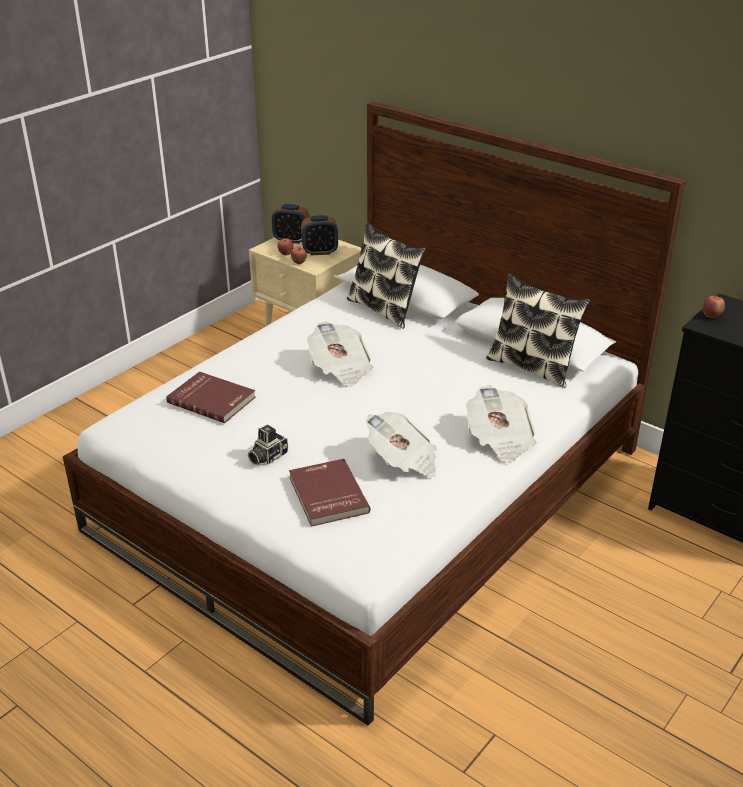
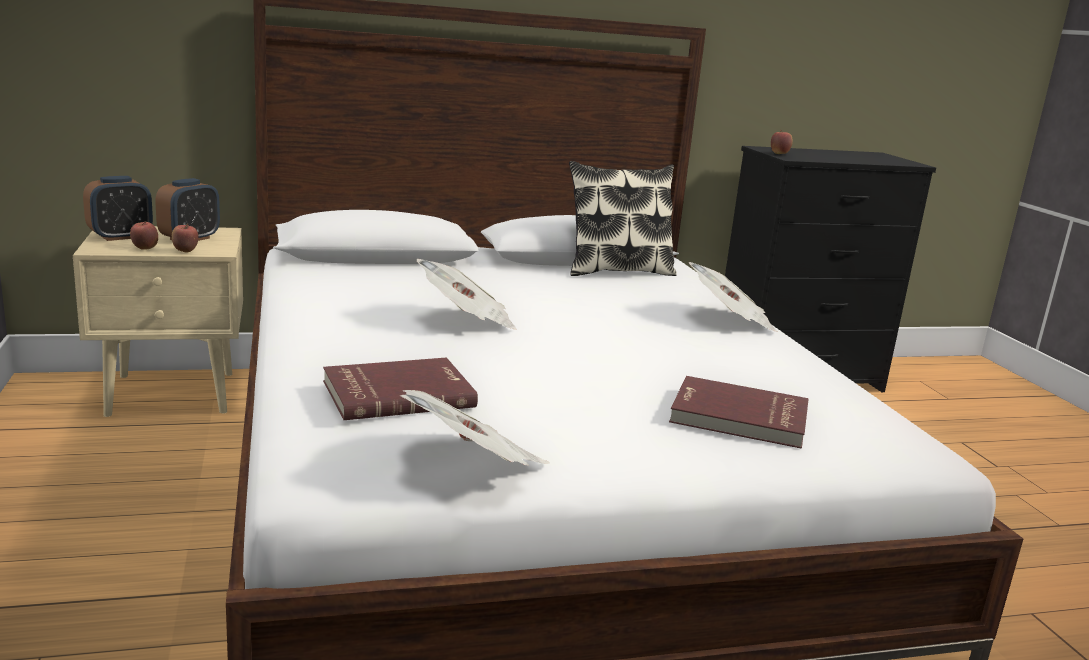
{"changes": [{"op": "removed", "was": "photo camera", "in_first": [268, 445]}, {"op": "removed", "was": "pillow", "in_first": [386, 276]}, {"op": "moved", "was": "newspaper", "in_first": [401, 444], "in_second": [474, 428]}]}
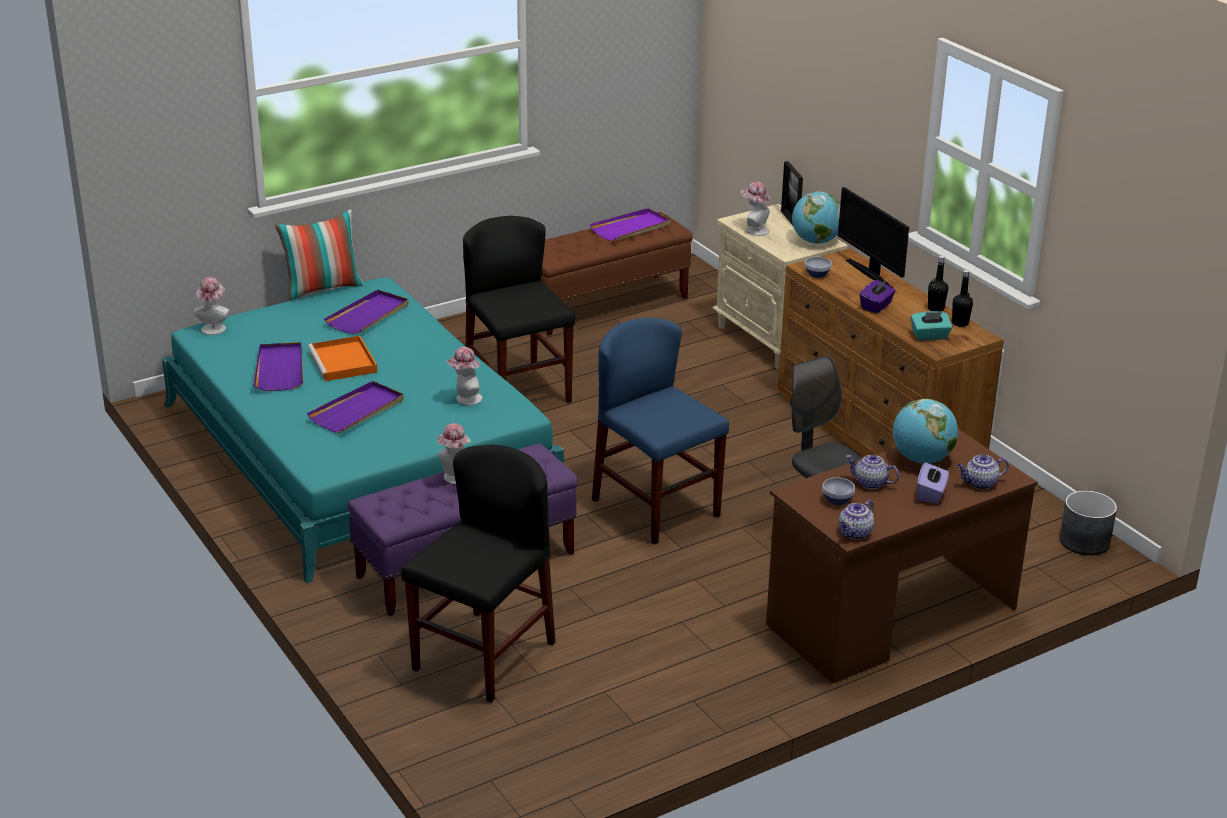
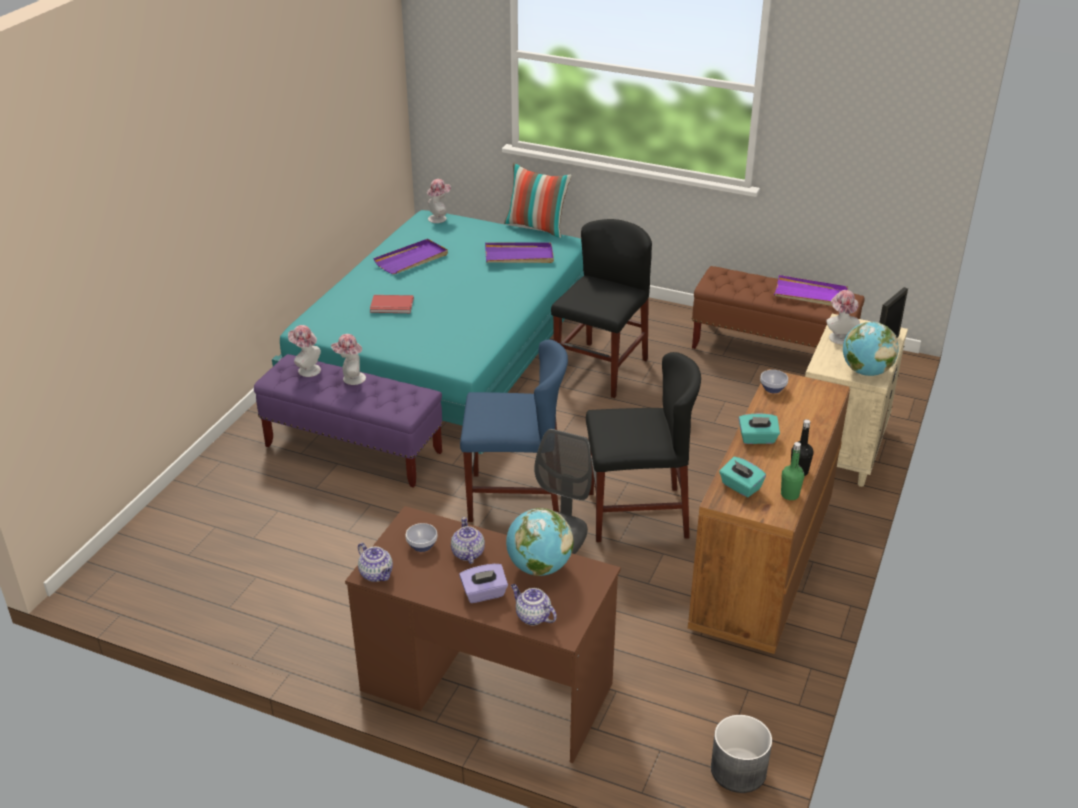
{"changes": [{"op": "replaced", "was": "purple tray", "now": "red book", "in_first": [355, 407], "in_second": [392, 304]}, {"op": "removed", "was": "orange tray", "in_first": [342, 358]}, {"op": "moved", "was": "black chair", "in_first": [478, 574], "in_second": [643, 447]}, {"op": "moved", "was": "hat", "in_first": [464, 376], "in_second": [304, 351]}, {"op": "turned", "was": "blue chair", "in_first": [660, 431], "in_second": [514, 431], "clockwise": 75}, {"op": "removed", "was": "monitor", "in_first": [873, 237]}, {"op": "turned", "was": "teapot", "in_first": [856, 519], "in_second": [375, 562], "clockwise": -135}, {"op": "recoloured", "was": "purple tissue box", "now": "turquoise tissue box", "in_first": [878, 296], "in_second": [759, 428]}, {"op": "recoloured", "was": "black bottle", "now": "green bottle", "in_first": [962, 298], "in_second": [792, 471]}]}
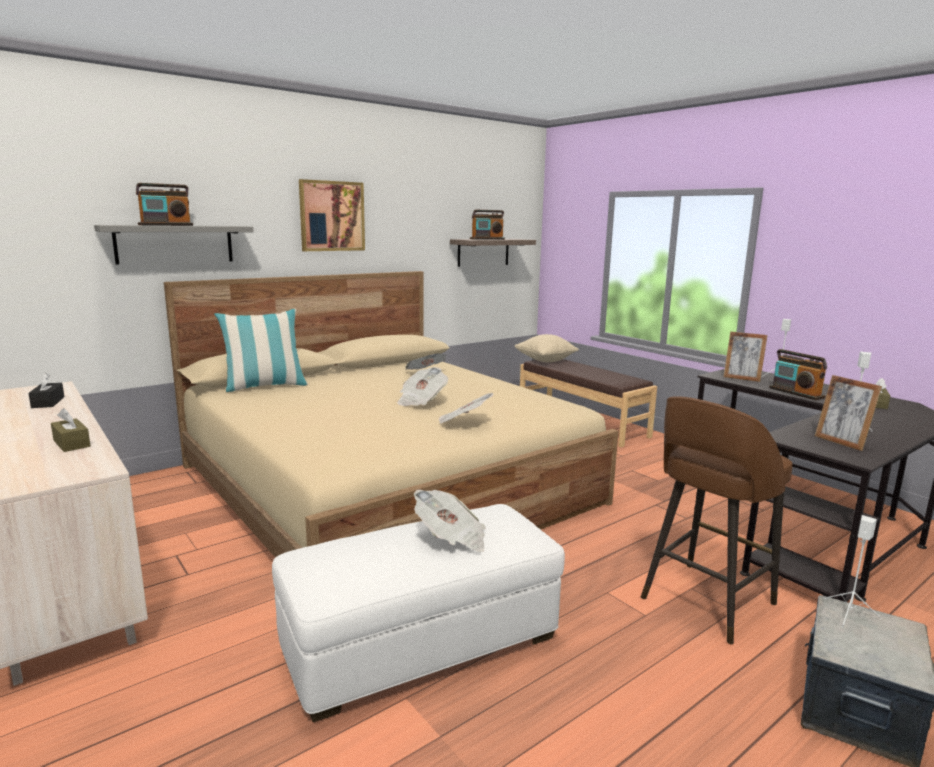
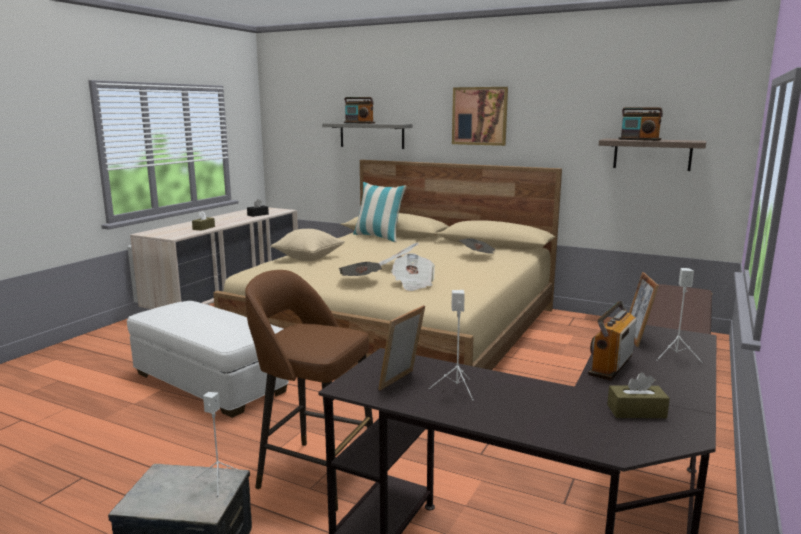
{"changes": [{"op": "moved", "was": "newspaper", "in_first": [450, 521], "in_second": [413, 272]}, {"op": "moved", "was": "beige pillow", "in_first": [546, 348], "in_second": [308, 245]}]}
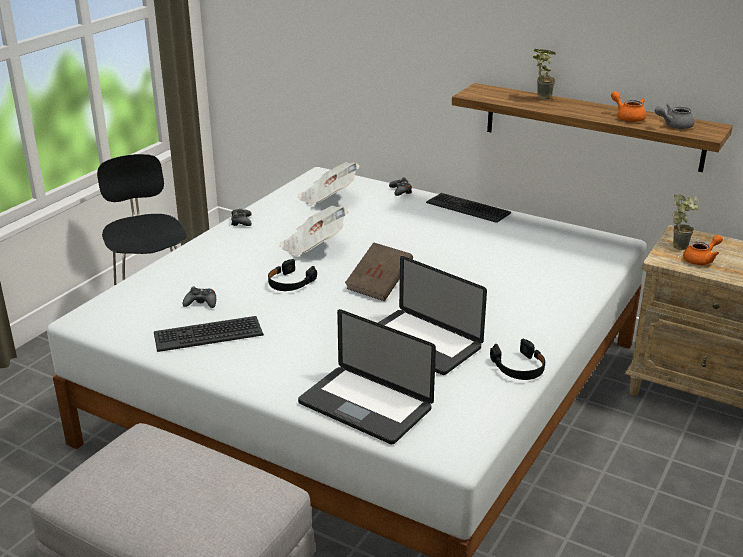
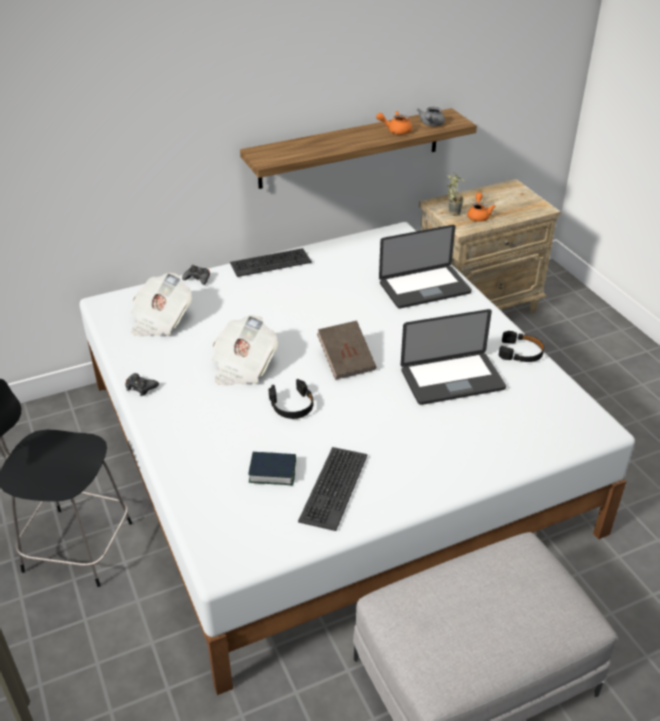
{"changes": [{"op": "replaced", "was": "black game controller", "now": "book", "in_first": [199, 297], "in_second": [272, 468]}, {"op": "moved", "was": "laptop", "in_first": [367, 376], "in_second": [425, 267]}, {"op": "removed", "was": "potted plant", "in_first": [544, 74]}]}
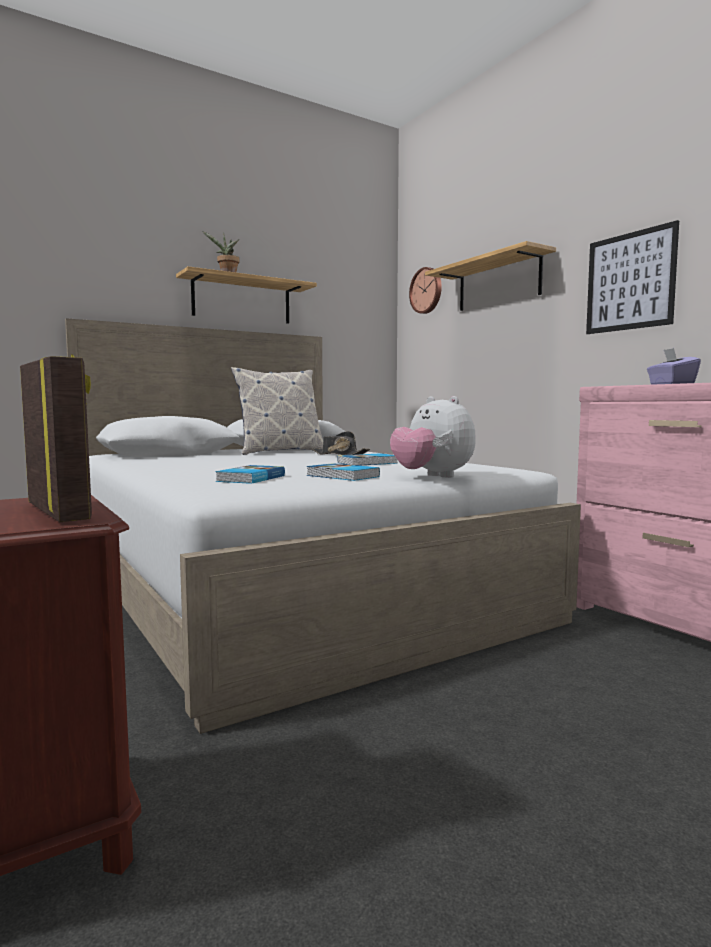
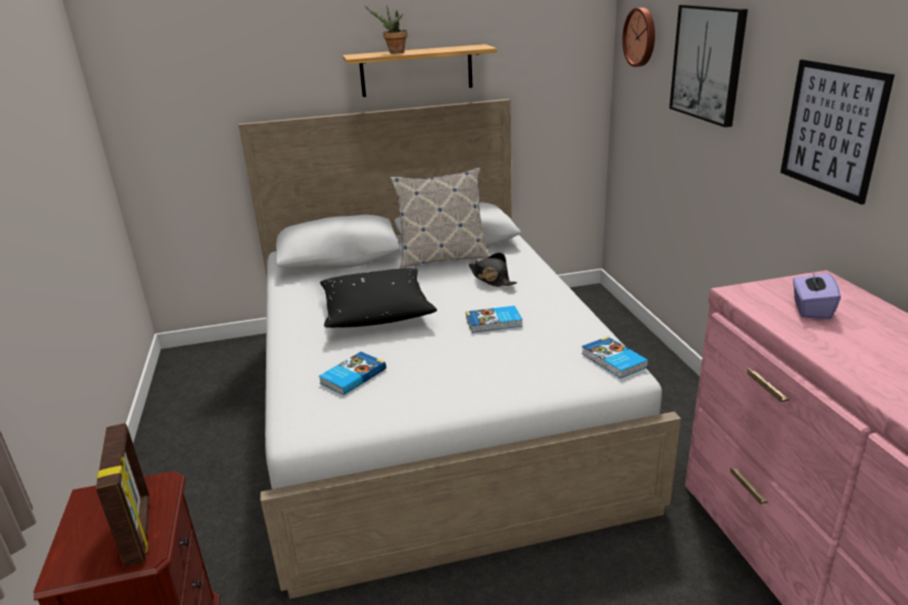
{"changes": [{"op": "moved", "was": "book", "in_first": [343, 472], "in_second": [614, 357]}, {"op": "removed", "was": "plush toy", "in_first": [433, 437]}, {"op": "replaced", "was": "shelf", "now": "picture", "in_first": [490, 276], "in_second": [708, 65]}, {"op": "added", "now": "black pillow", "in_second": [378, 298]}]}
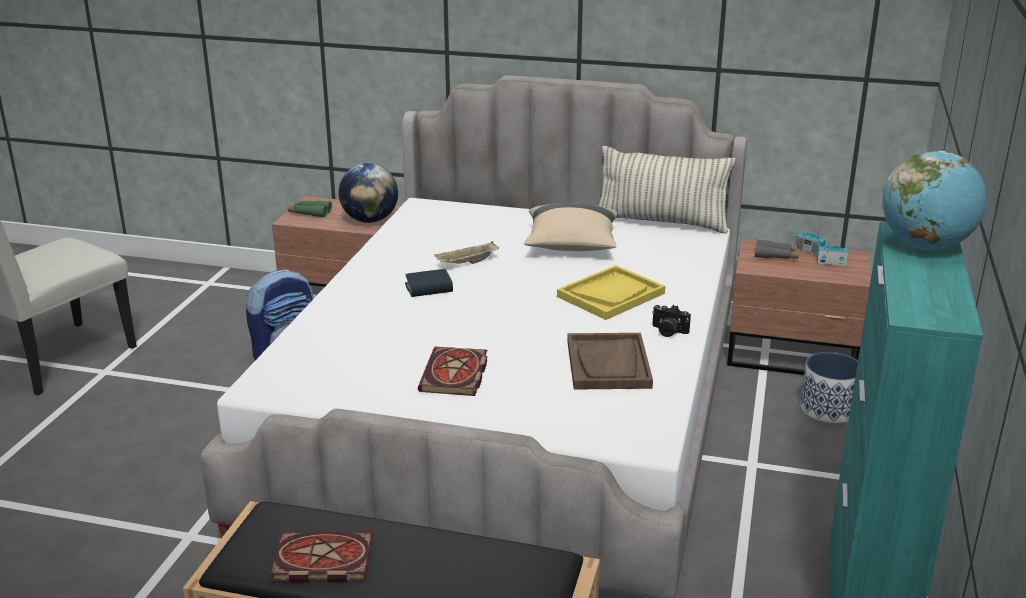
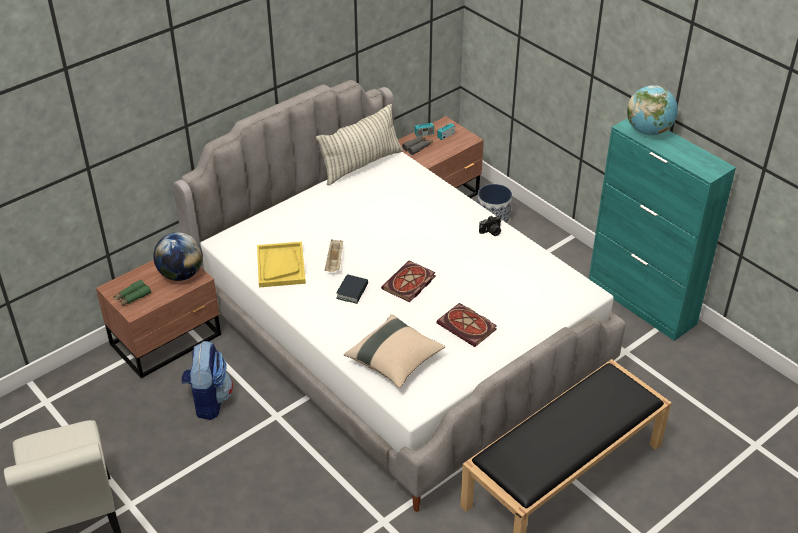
{"changes": [{"op": "moved", "was": "book", "in_first": [321, 557], "in_second": [408, 281]}, {"op": "moved", "was": "beige pillow", "in_first": [571, 227], "in_second": [394, 351]}, {"op": "moved", "was": "yellow tray", "in_first": [611, 292], "in_second": [281, 264]}, {"op": "removed", "was": "brown tray", "in_first": [610, 361]}]}
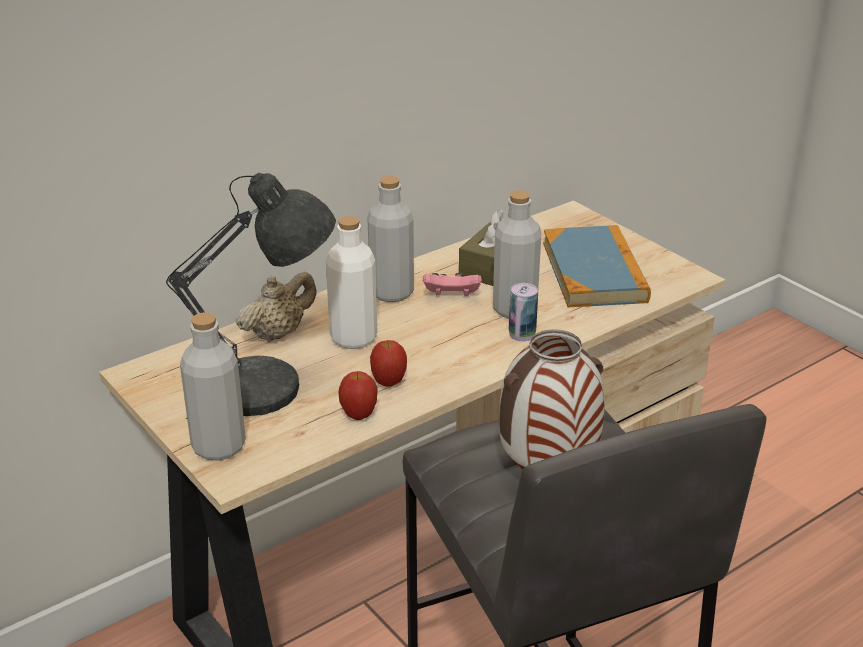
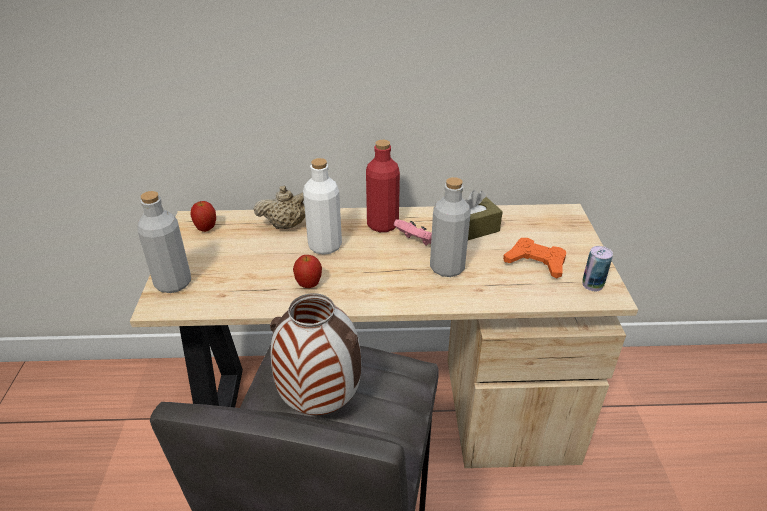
{"changes": [{"op": "removed", "was": "grey table lamp", "in_first": [251, 296]}, {"op": "moved", "was": "apple", "in_first": [358, 395], "in_second": [203, 216]}, {"op": "recoloured", "was": "grey bottle", "now": "red bottle", "in_first": [390, 239], "in_second": [383, 186]}, {"op": "moved", "was": "can", "in_first": [523, 312], "in_second": [597, 268]}, {"op": "replaced", "was": "book", "now": "orange game controller", "in_first": [597, 266], "in_second": [534, 258]}]}
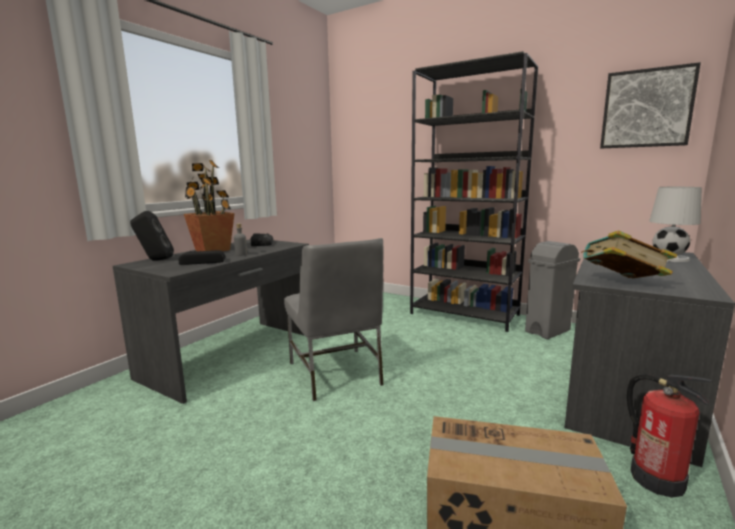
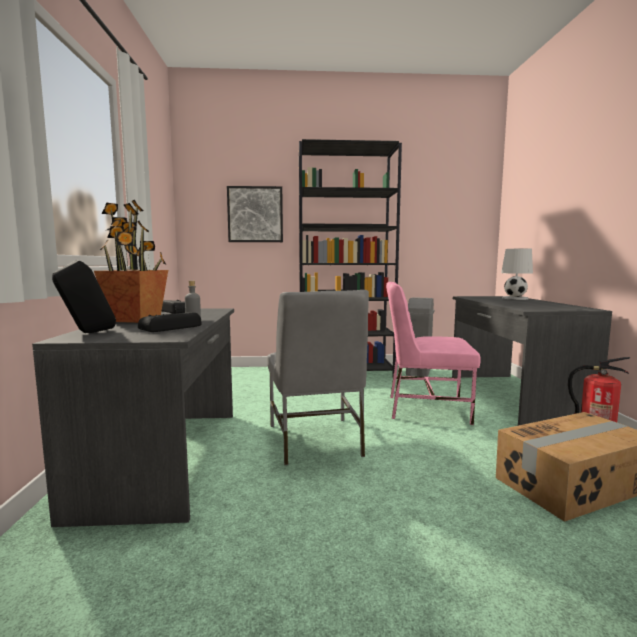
{"changes": [{"op": "turned", "was": "grey chair", "in_first": [334, 319], "in_second": [318, 377], "clockwise": 45}, {"op": "removed", "was": "book", "in_first": [629, 254]}, {"op": "moved", "was": "picture", "in_first": [650, 105], "in_second": [255, 214]}, {"op": "added", "now": "pink chair", "in_second": [433, 353]}]}
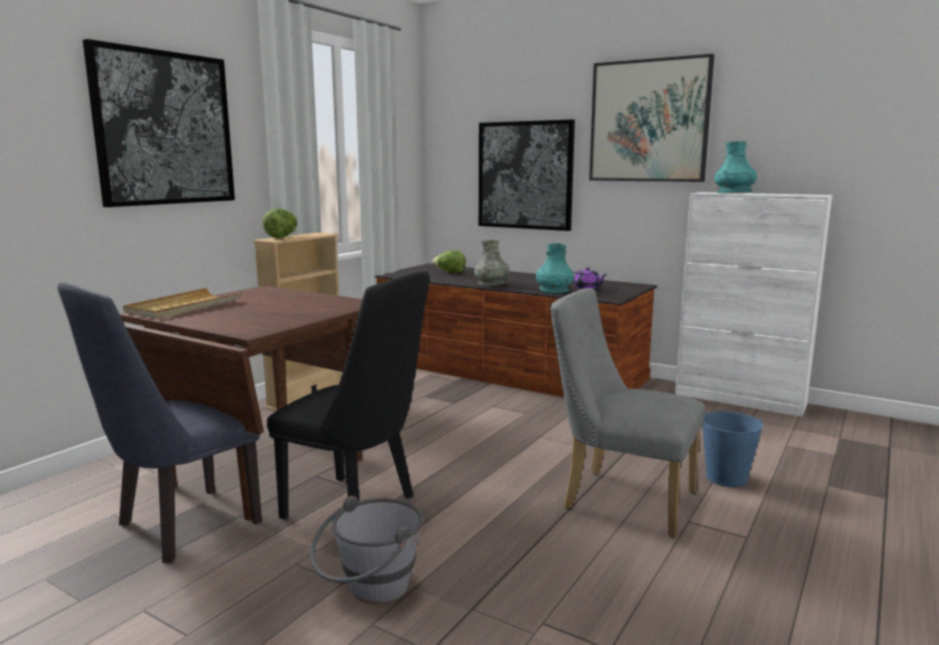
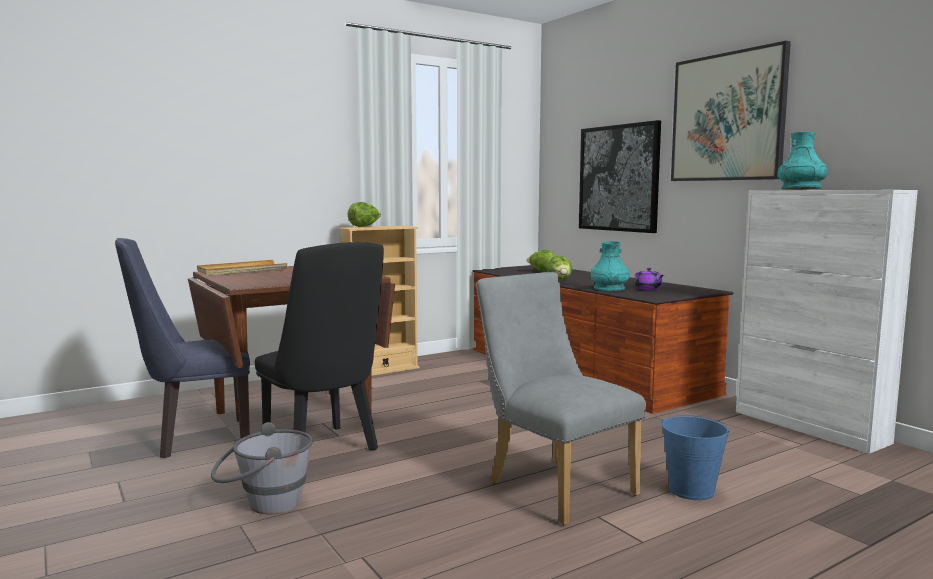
{"changes": [{"op": "removed", "was": "picture", "in_first": [159, 123]}, {"op": "replaced", "was": "grey vase", "now": "lettuce", "in_first": [492, 263], "in_second": [559, 268]}]}
